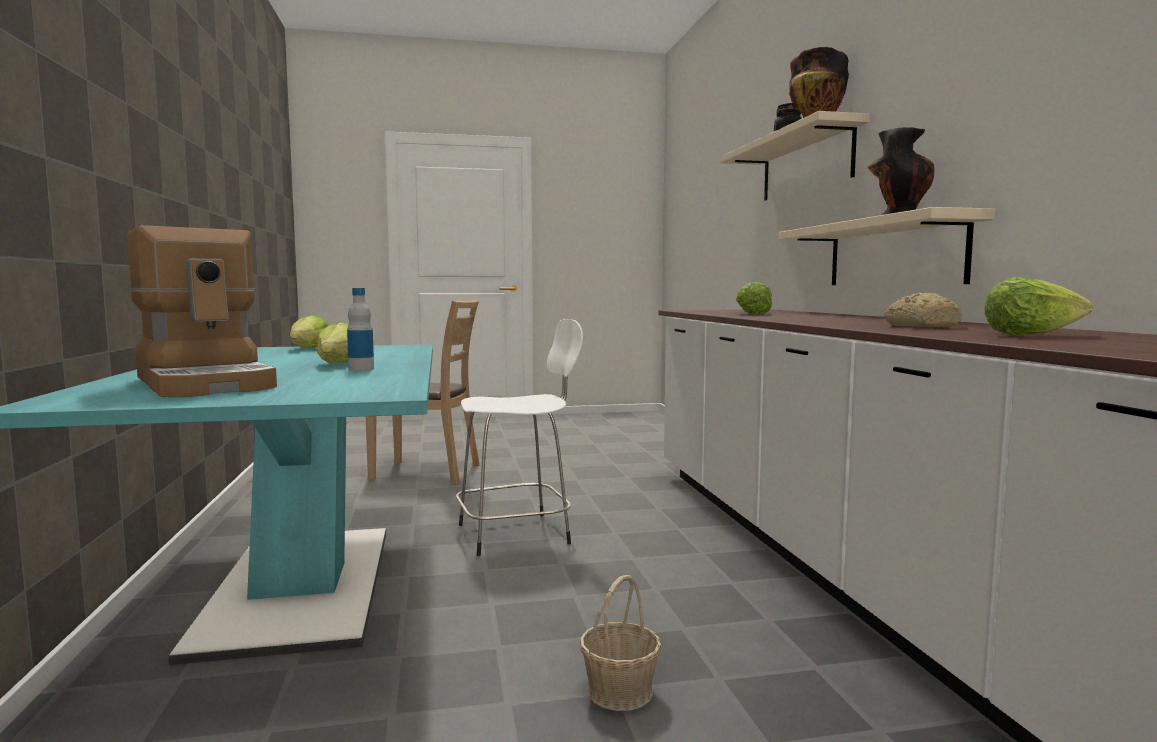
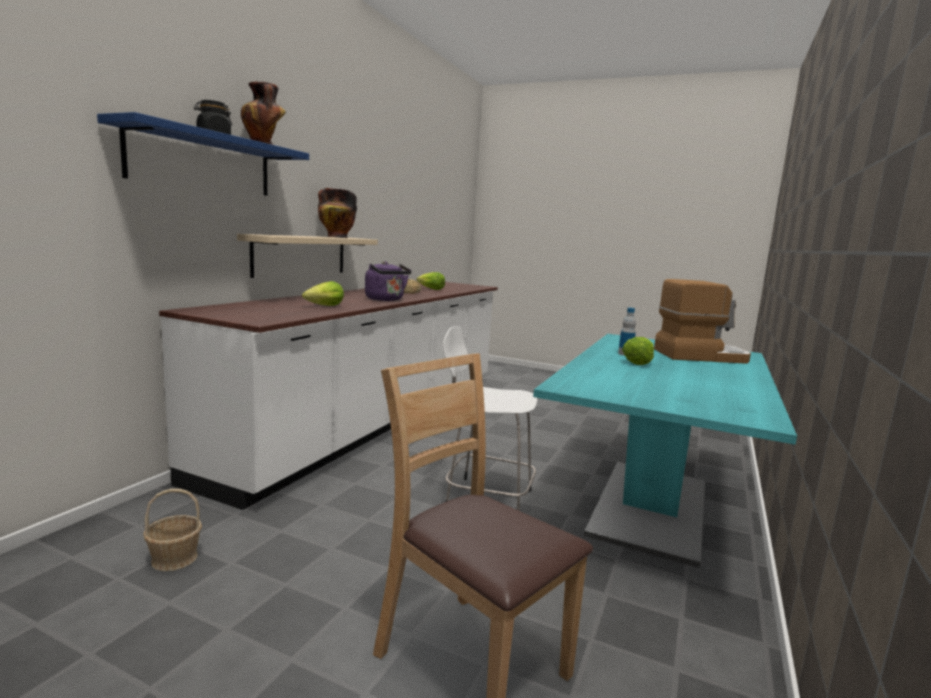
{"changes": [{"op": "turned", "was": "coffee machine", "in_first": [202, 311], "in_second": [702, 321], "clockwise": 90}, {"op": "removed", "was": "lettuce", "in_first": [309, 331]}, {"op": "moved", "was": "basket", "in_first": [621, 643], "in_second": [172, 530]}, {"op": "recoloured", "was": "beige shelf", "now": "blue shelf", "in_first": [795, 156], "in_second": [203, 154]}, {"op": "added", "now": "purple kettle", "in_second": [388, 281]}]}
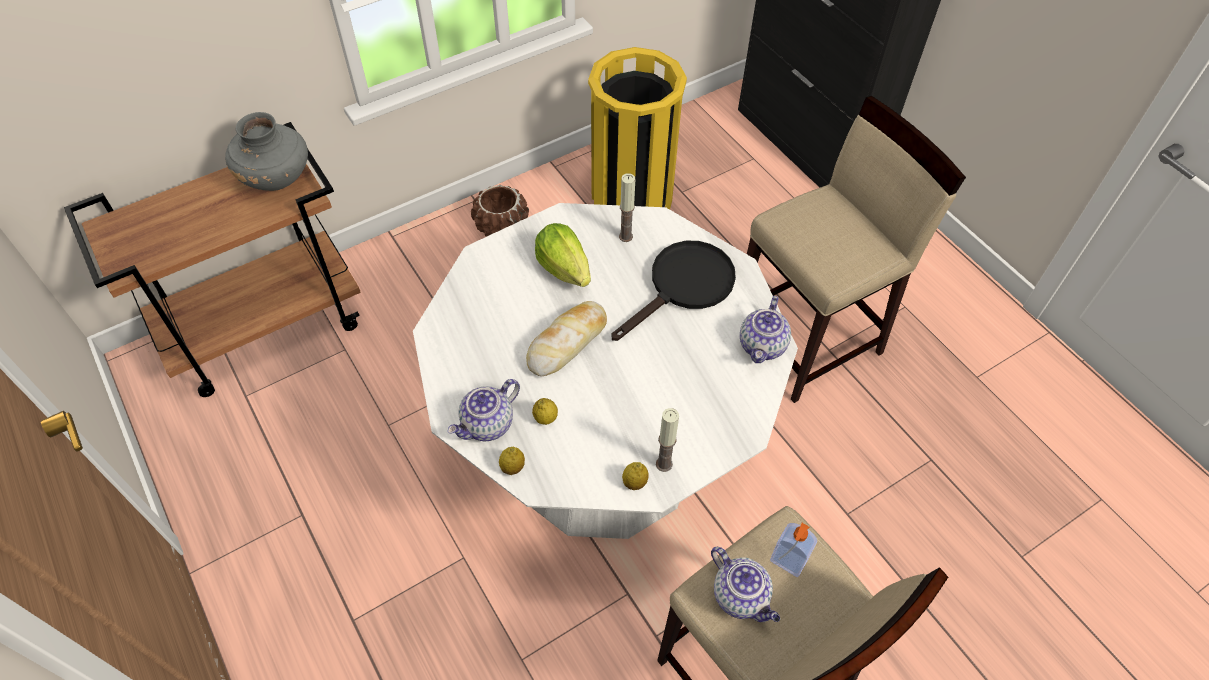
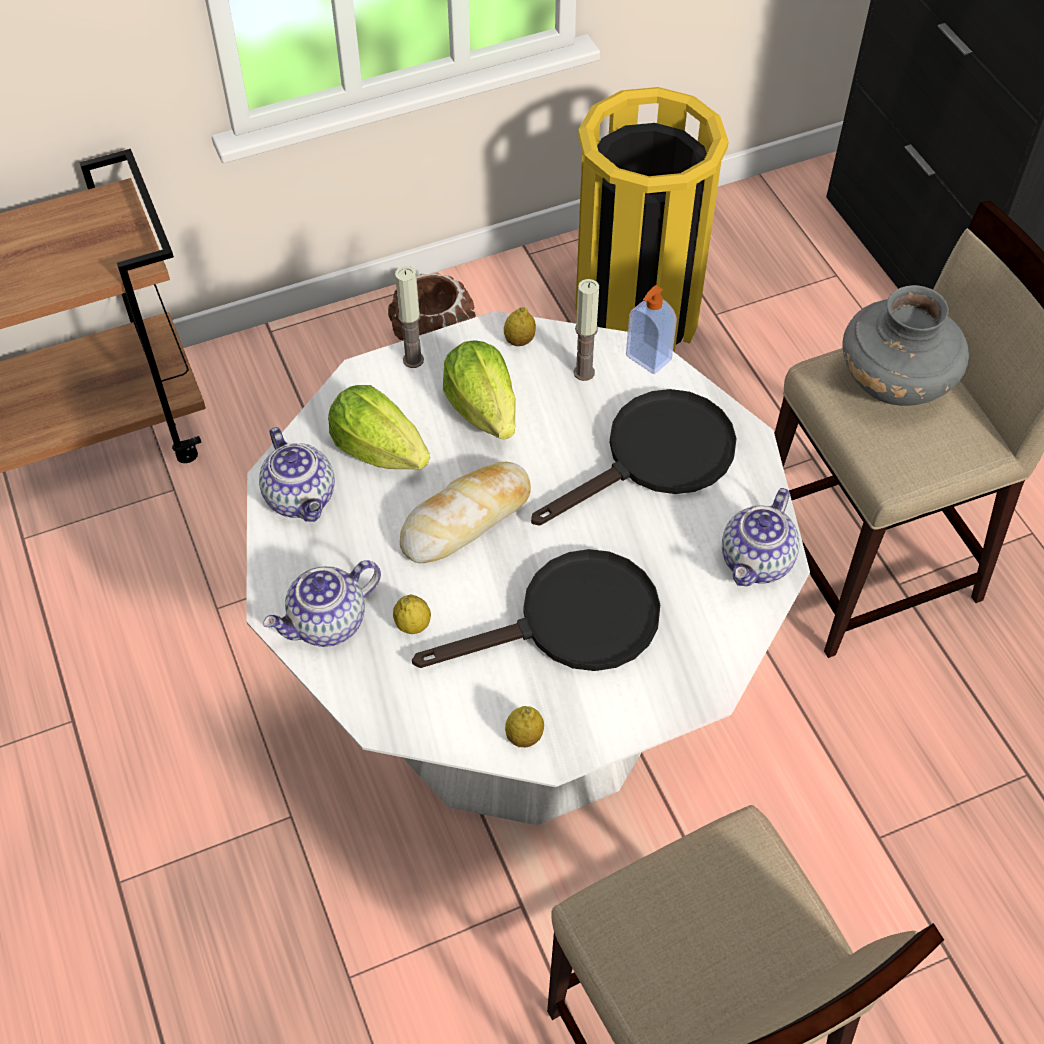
{"changes": [{"op": "moved", "was": "grey vase", "in_first": [266, 151], "in_second": [905, 345]}, {"op": "moved", "was": "lemon", "in_first": [512, 461], "in_second": [520, 326]}, {"op": "moved", "was": "candle", "in_first": [667, 440], "in_second": [409, 317]}, {"op": "moved", "was": "teapot", "in_first": [745, 584], "in_second": [297, 474]}, {"op": "moved", "was": "soap dispenser", "in_first": [793, 550], "in_second": [651, 329]}, {"op": "added", "now": "lettuce", "in_second": [379, 427]}, {"op": "added", "now": "black frying pan", "in_second": [536, 610]}]}
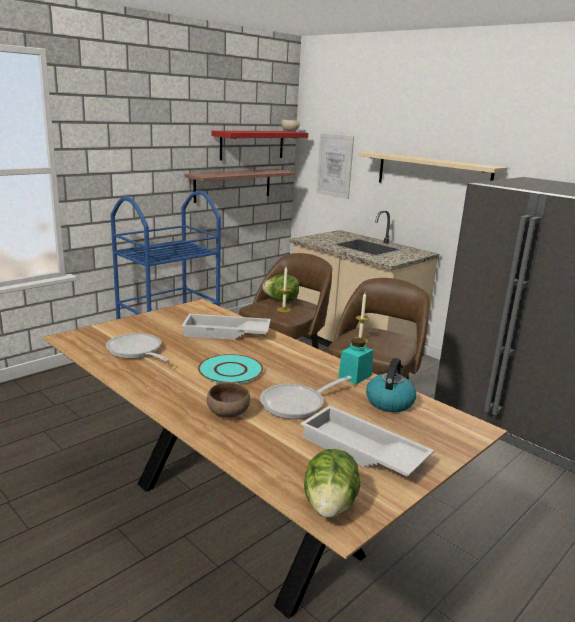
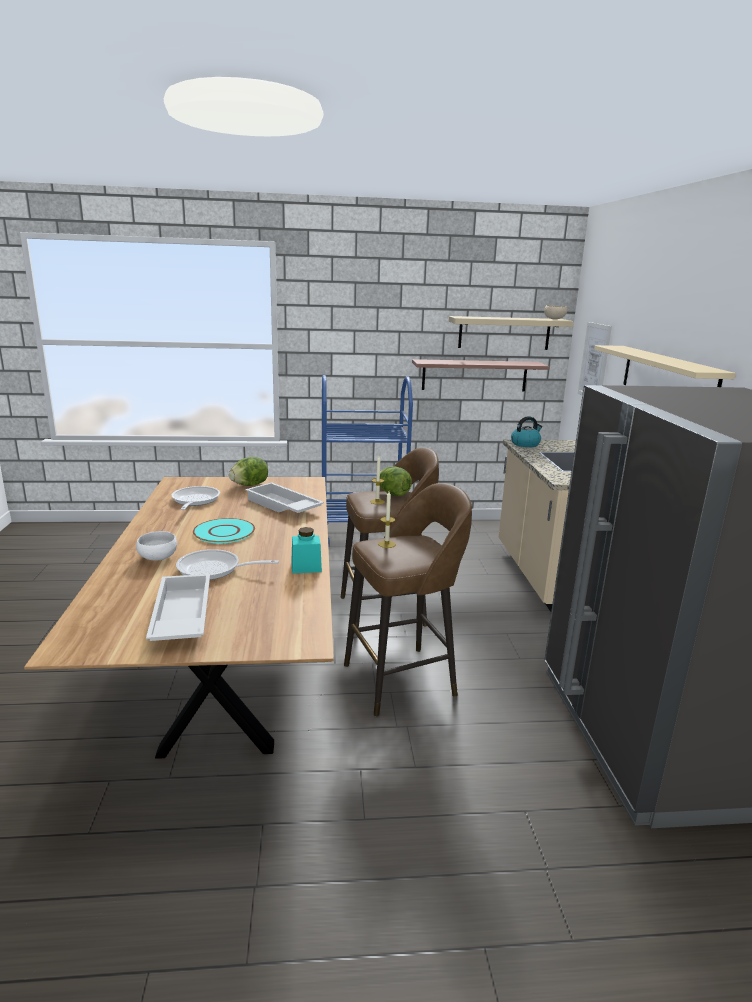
{"changes": [{"op": "recoloured", "was": "brown bowl", "now": "white bowl", "in_first": [228, 400], "in_second": [156, 546]}, {"op": "recoloured", "was": "red shelf", "now": "beige shelf", "in_first": [259, 145], "in_second": [511, 333]}, {"op": "moved", "was": "lettuce", "in_first": [332, 483], "in_second": [248, 471]}, {"op": "moved", "was": "kettle", "in_first": [391, 385], "in_second": [526, 431]}]}
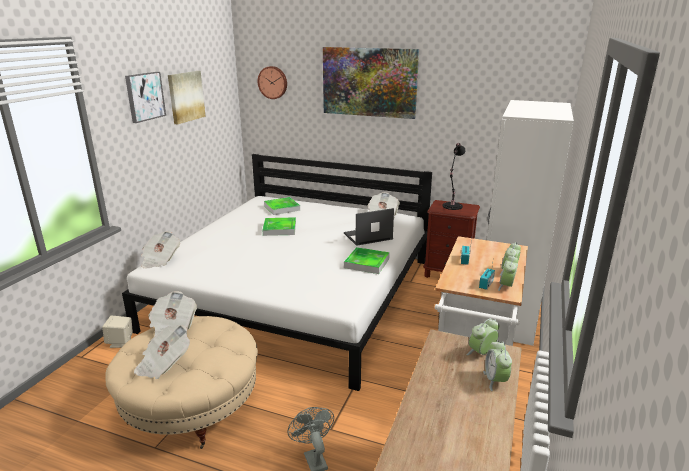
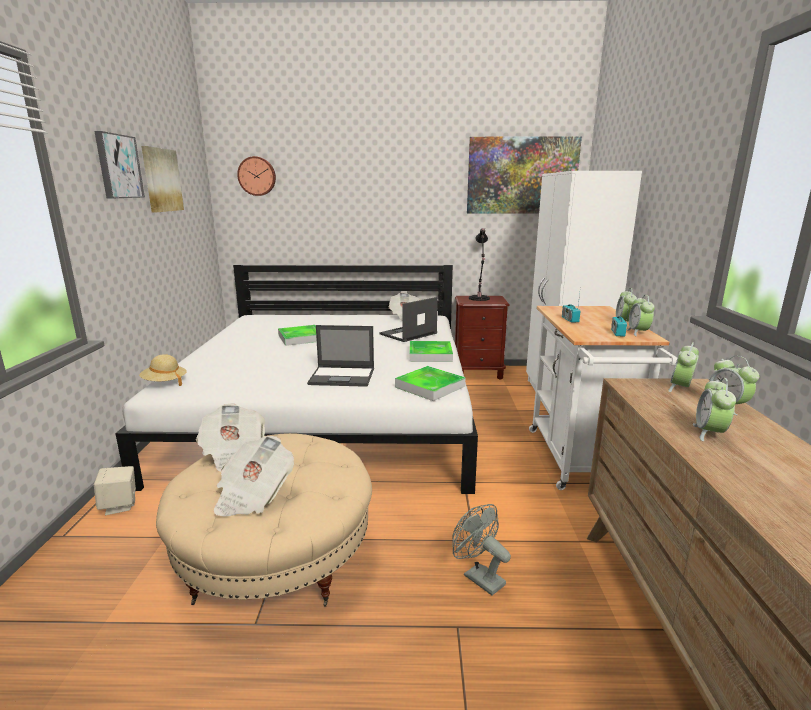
{"changes": [{"op": "replaced", "was": "newspaper", "now": "beige hat", "in_first": [160, 249], "in_second": [163, 370]}, {"op": "moved", "was": "tray", "in_first": [282, 206], "in_second": [430, 383]}, {"op": "moved", "was": "picture", "in_first": [371, 83], "in_second": [524, 174]}, {"op": "added", "now": "laptop", "in_second": [340, 356]}, {"op": "added", "now": "alarm clock", "in_second": [714, 409]}]}
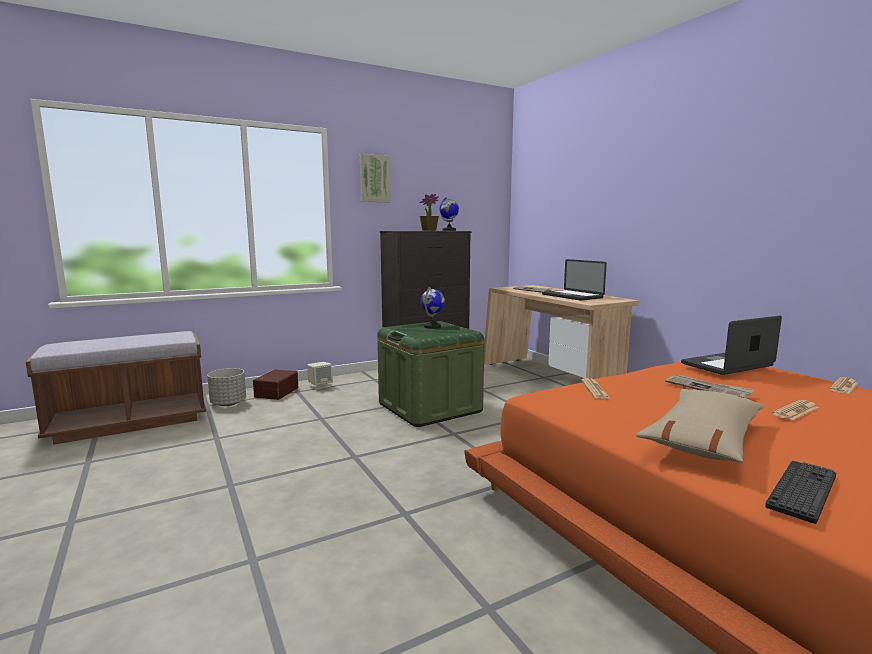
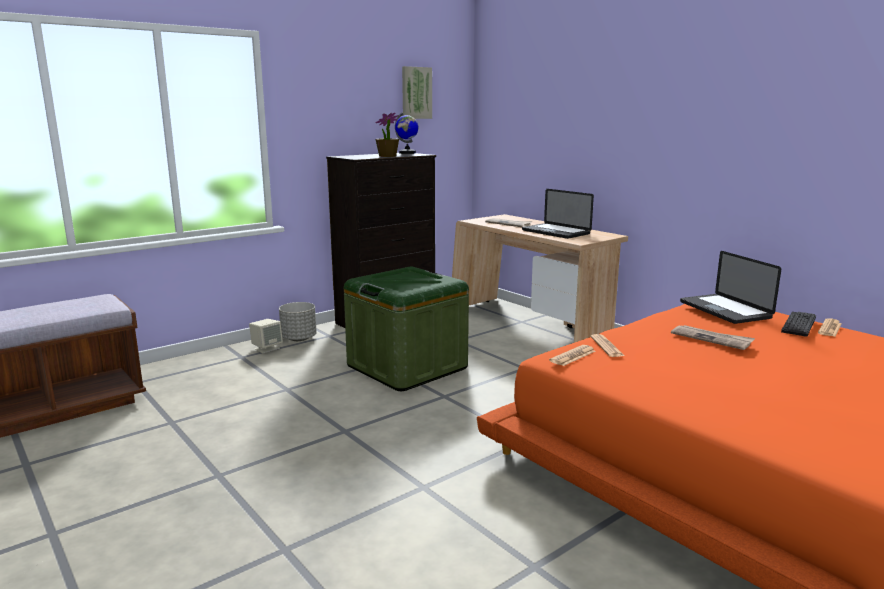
{"changes": [{"op": "moved", "was": "grey planter", "in_first": [226, 387], "in_second": [298, 321]}, {"op": "removed", "was": "brown storage box", "in_first": [275, 384]}, {"op": "moved", "was": "picture", "in_first": [375, 178], "in_second": [417, 92]}, {"op": "removed", "was": "globe", "in_first": [433, 308]}, {"op": "removed", "was": "beige pillow", "in_first": [700, 425]}, {"op": "turned", "was": "laptop", "in_first": [731, 345], "in_second": [730, 287], "clockwise": -75}, {"op": "moved", "was": "keyboard", "in_first": [800, 492], "in_second": [798, 324]}, {"op": "moved", "was": "newspaper", "in_first": [795, 410], "in_second": [572, 355]}]}
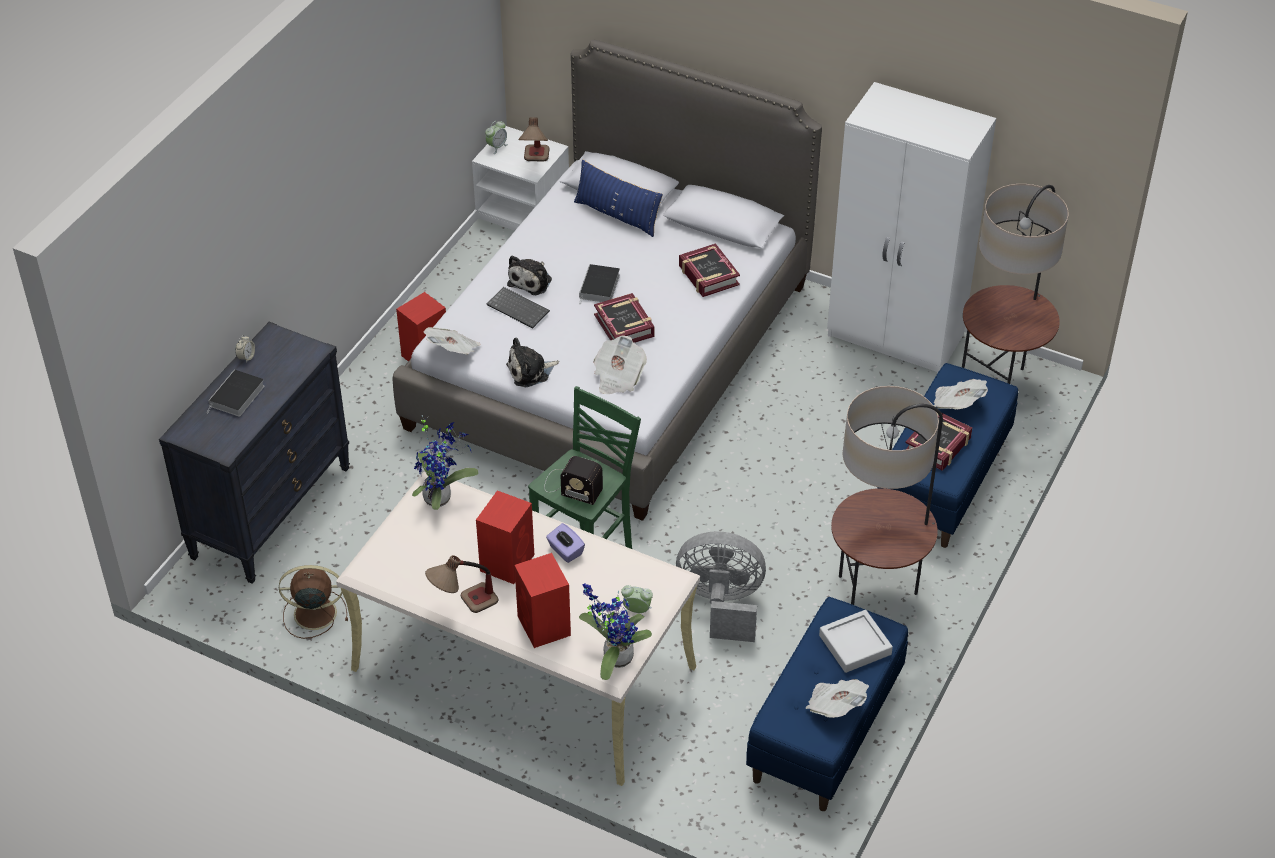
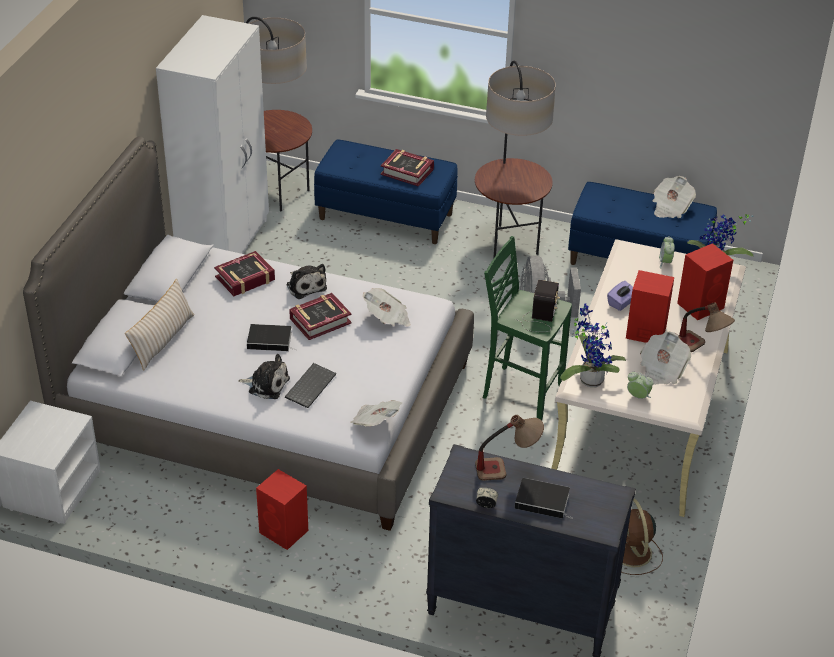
{"changes": [{"op": "moved", "was": "alarm clock", "in_first": [496, 137], "in_second": [640, 385]}, {"op": "moved", "was": "plush toy", "in_first": [532, 362], "in_second": [306, 281]}, {"op": "moved", "was": "table lamp", "in_first": [534, 139], "in_second": [509, 448]}, {"op": "recoloured", "was": "blue pillow", "now": "beige pillow", "in_first": [618, 198], "in_second": [159, 325]}, {"op": "removed", "was": "grey tray", "in_first": [856, 641]}, {"op": "moved", "was": "newspaper", "in_first": [960, 394], "in_second": [665, 358]}]}
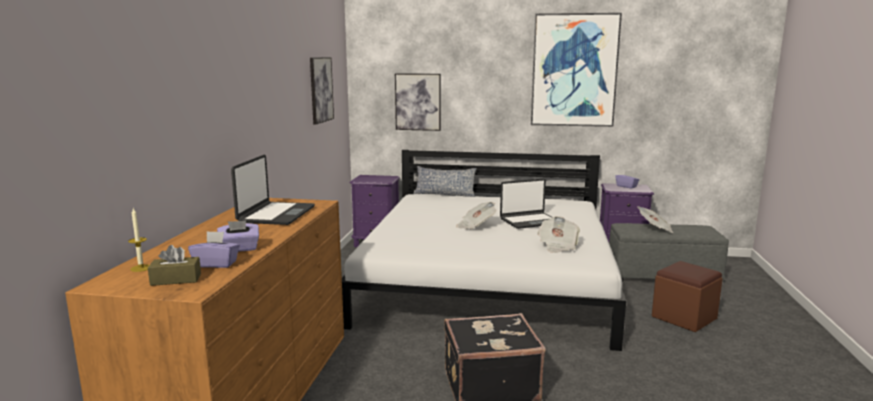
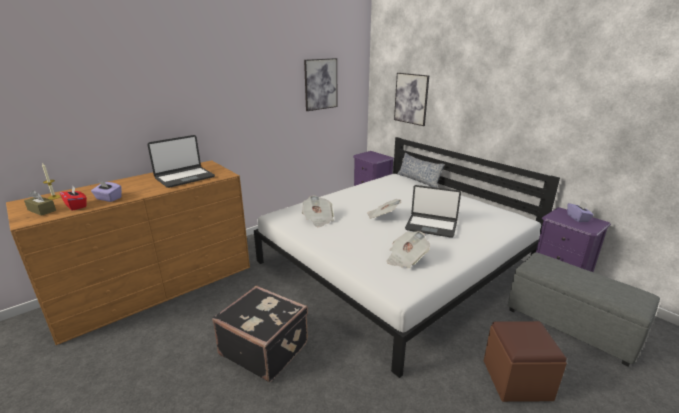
{"changes": [{"op": "recoloured", "was": "purple tissue box", "now": "red tissue box", "in_first": [214, 249], "in_second": [73, 198]}, {"op": "removed", "was": "picture", "in_first": [576, 70]}, {"op": "moved", "was": "newspaper", "in_first": [655, 219], "in_second": [318, 211]}]}
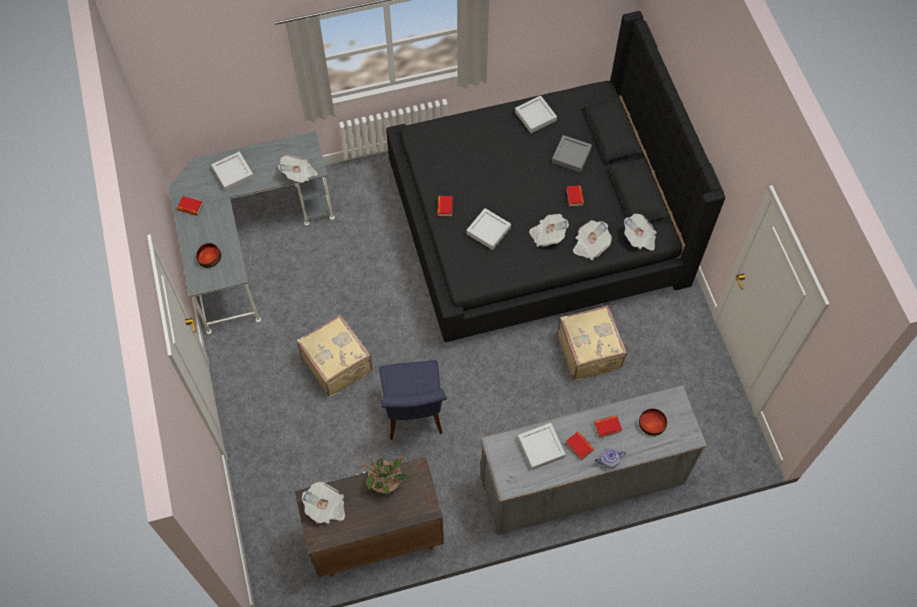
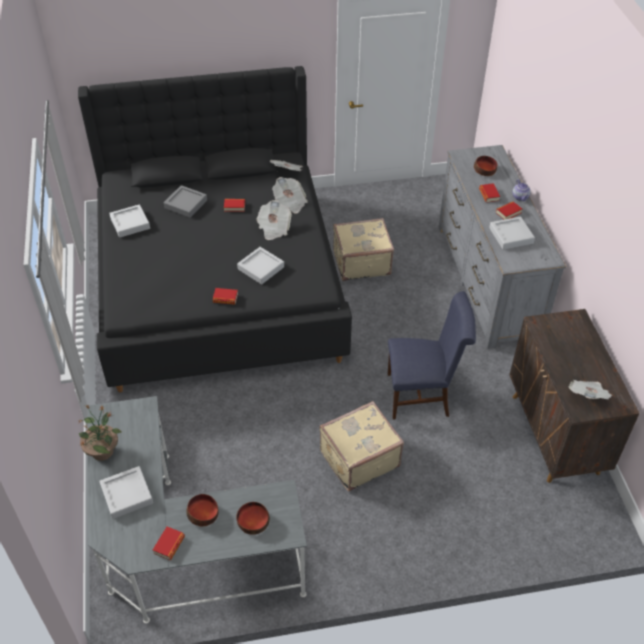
{"changes": [{"op": "removed", "was": "newspaper", "in_first": [298, 169]}, {"op": "moved", "was": "potted plant", "in_first": [386, 474], "in_second": [99, 433]}, {"op": "added", "now": "bowl", "in_second": [202, 510]}]}
